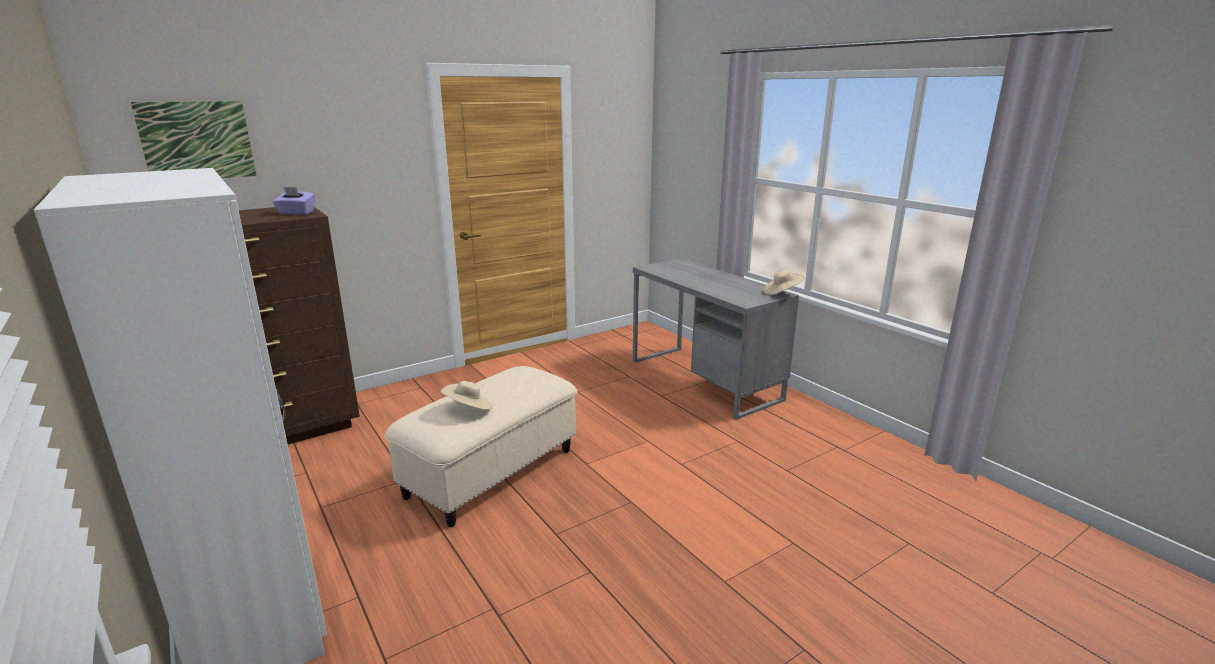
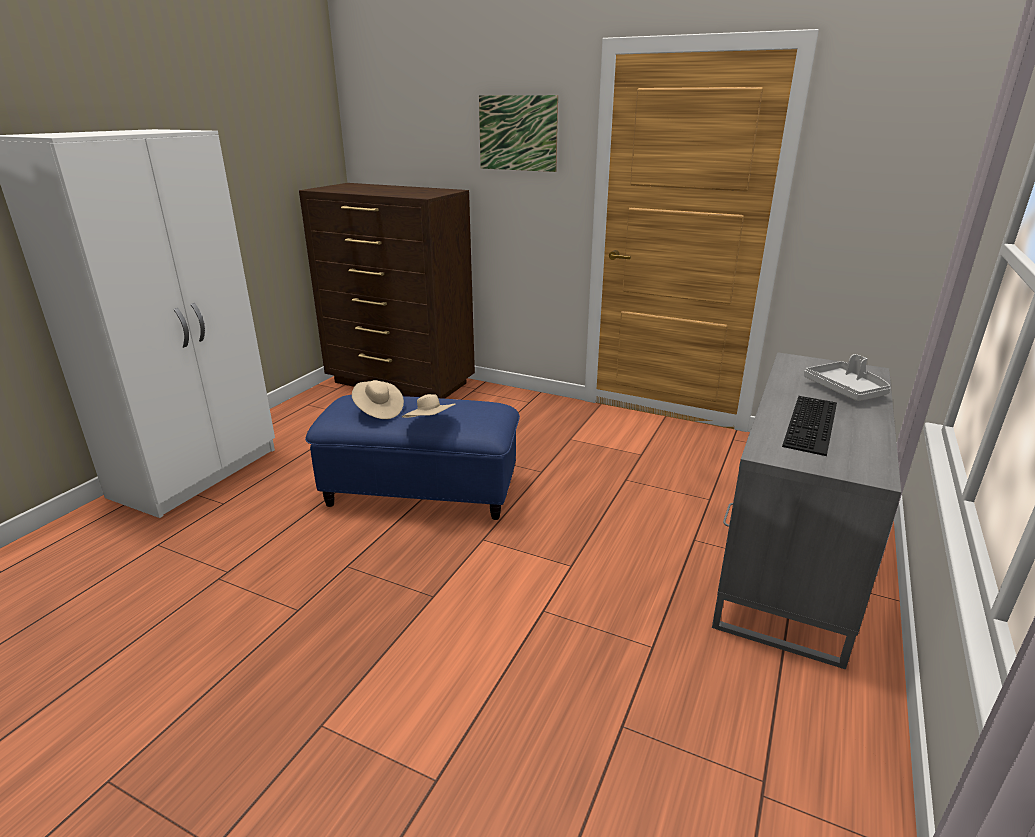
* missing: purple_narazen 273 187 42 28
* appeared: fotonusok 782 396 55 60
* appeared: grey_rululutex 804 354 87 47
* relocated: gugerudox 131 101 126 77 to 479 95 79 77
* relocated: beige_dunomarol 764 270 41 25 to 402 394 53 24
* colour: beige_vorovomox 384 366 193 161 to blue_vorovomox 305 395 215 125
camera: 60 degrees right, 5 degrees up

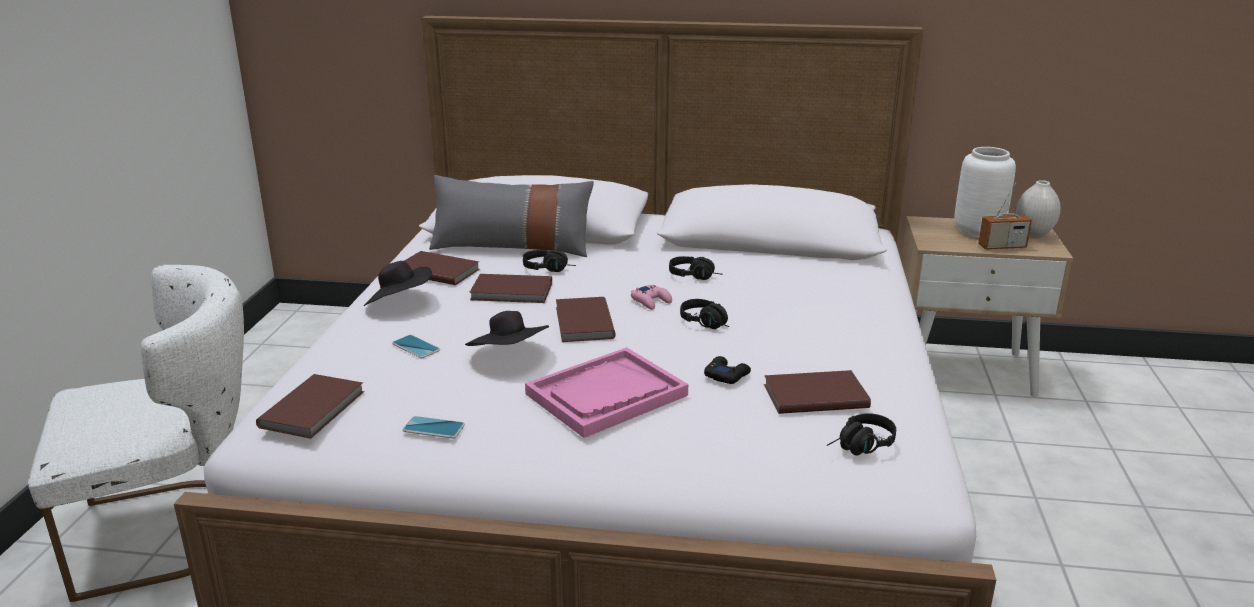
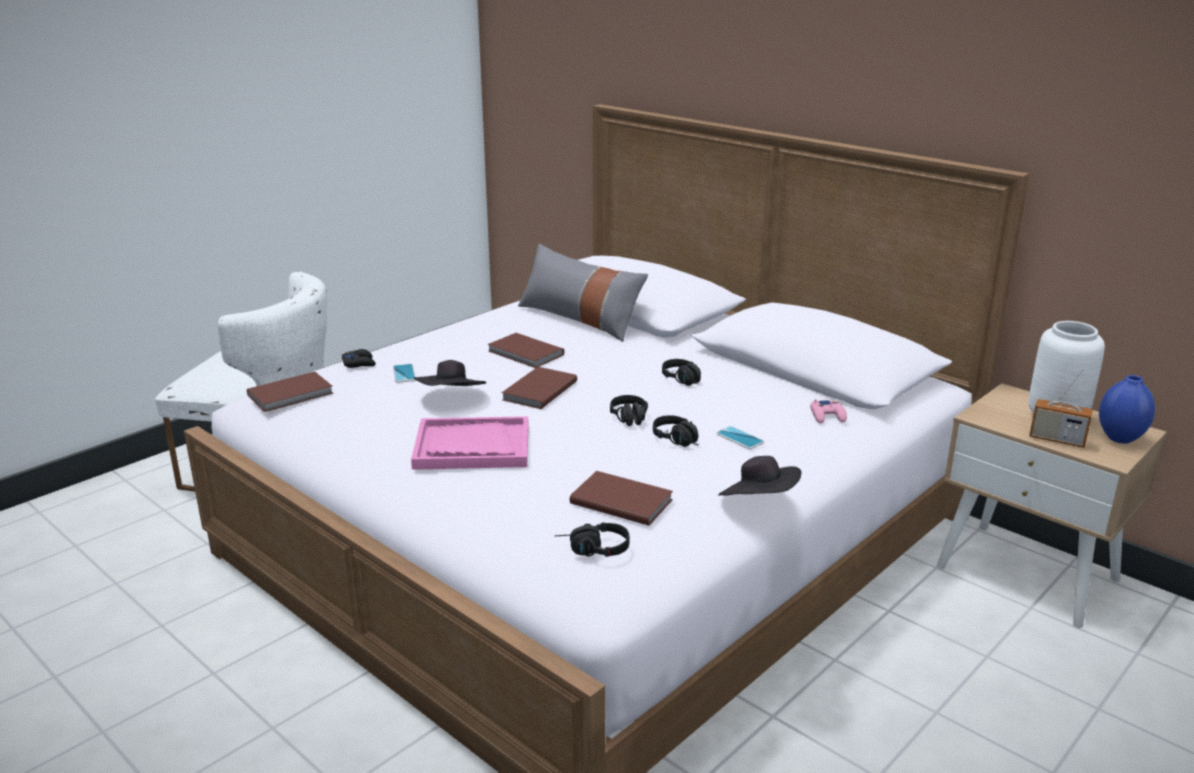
* missing: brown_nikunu 404 251 76 34
* relocated: black_dunomarol 364 261 68 45 to 718 456 84 39
* relocated: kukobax 402 416 63 23 to 716 426 48 23
* relocated: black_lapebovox 523 250 53 22 to 653 415 45 32
* relocated: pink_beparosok 631 285 41 25 to 810 399 37 24
* relocated: black_beparosok 704 356 47 28 to 342 349 34 19
* colour: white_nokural 1016 180 45 58 to blue_nokural 1099 375 56 69
camera: 35 degrees right, 0 degrees up

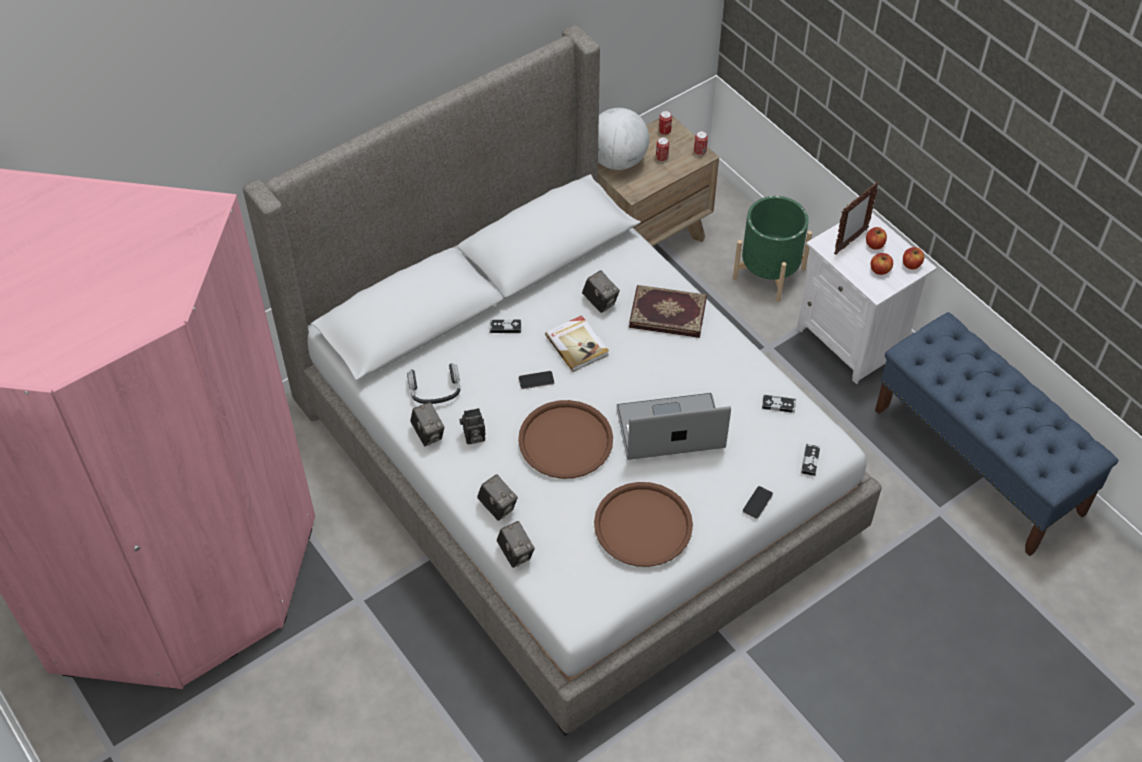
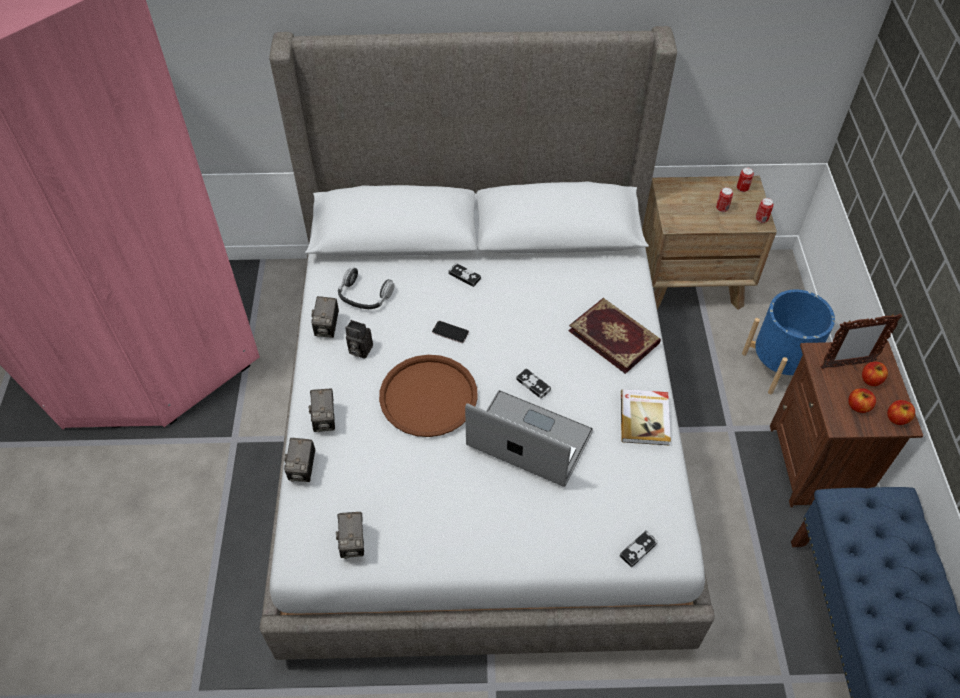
* missing: brown_rululutex 594 482 99 85
* missing: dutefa 598 108 51 62
* missing: kukobax 742 486 31 33
* relocated: nikunu 545 315 64 57 to 621 389 50 56
* relocated: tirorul 582 270 38 43 to 336 512 28 47
* relocated: beparosok 762 395 34 18 to 516 368 35 31
* colour: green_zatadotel 733 196 79 106 to blue_zatadotel 742 289 93 105
* colour: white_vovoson 797 213 140 171 to brown_vovoson 770 341 153 166
camera: 35 degrees right, 0 degrees up

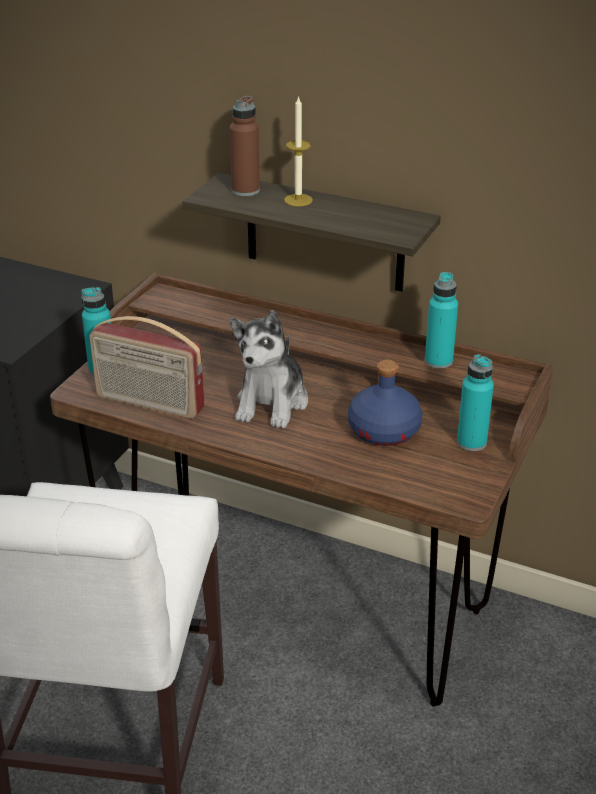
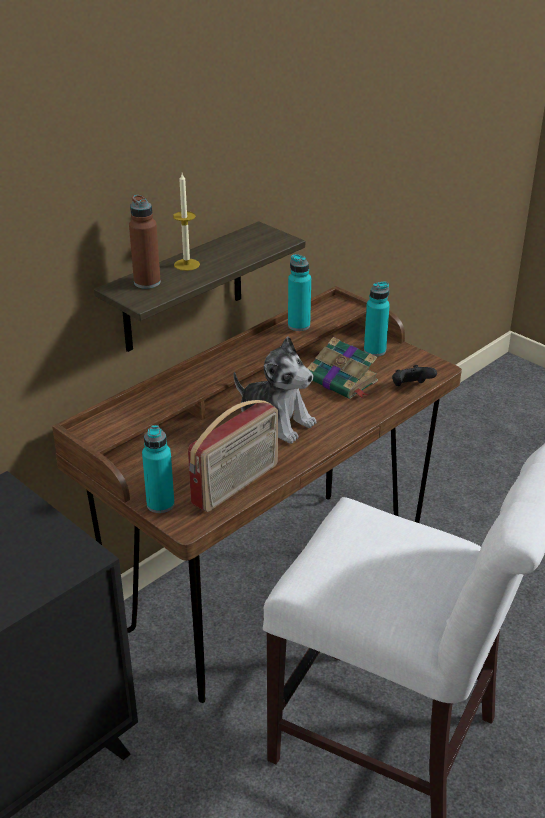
* appeared: black_beparosok 392 365 45 21
* exchanged: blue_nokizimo 348 360 74 86 to nikunu 307 337 71 62
camera: 70 degrees left, 0 degrees up

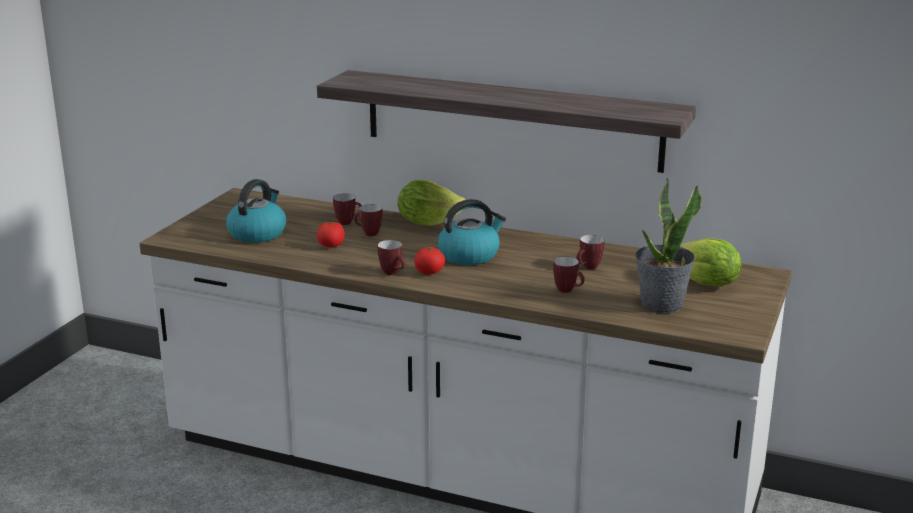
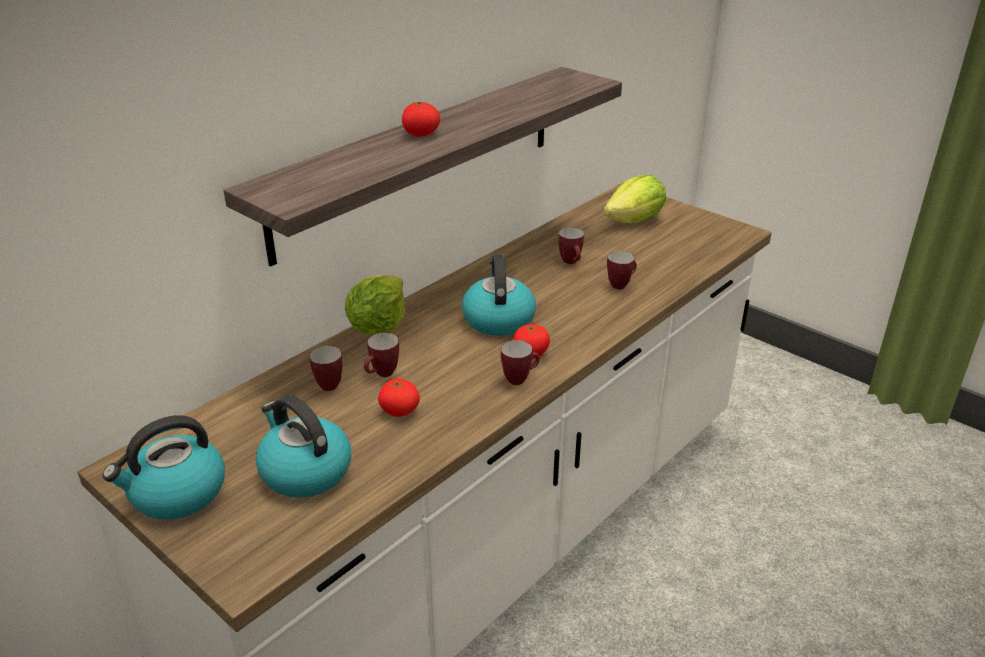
* missing: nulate 635 177 67 136
* appeared: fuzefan 103 415 122 105
* appeared: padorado 402 102 38 35
camera: 70 degrees left, 10 degrees up

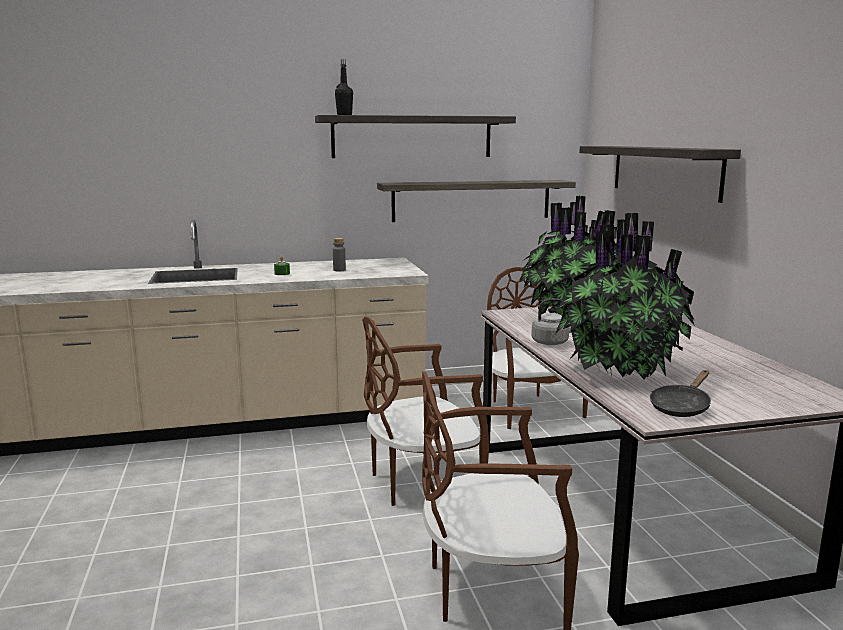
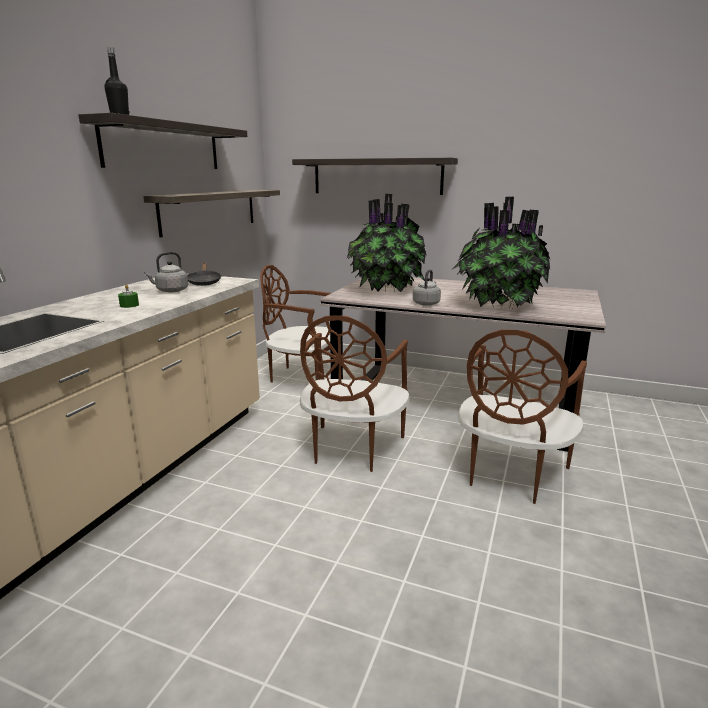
* relocated: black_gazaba 650 370 61 47 to 187 263 35 23
* exchanged: grey_nokizimo 333 238 13 33 to grey_fuzefan 144 252 44 41
camera: 55 degrees left, 5 degrees up

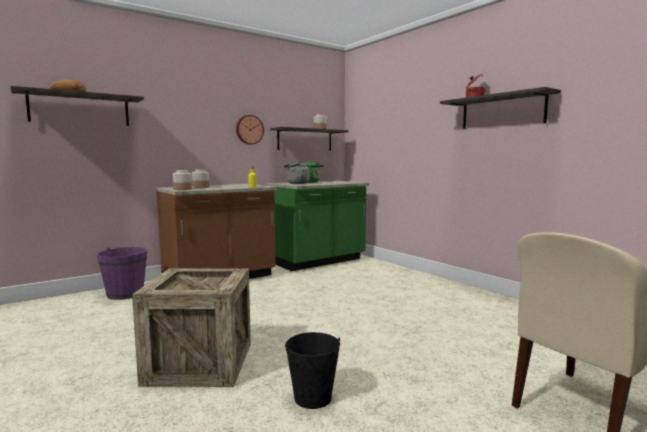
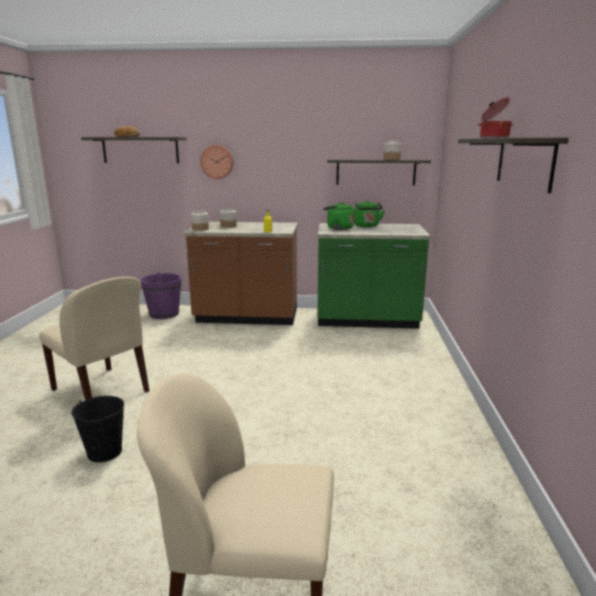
* relocated: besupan 236 115 28 30 to 201 145 32 34
* exchanged: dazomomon 132 268 119 119 to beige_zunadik 39 277 111 123
* colour: grey_fuzefan 284 161 26 23 to green_fuzefan 323 202 31 28
camera: 40 degrees right, 10 degrees up

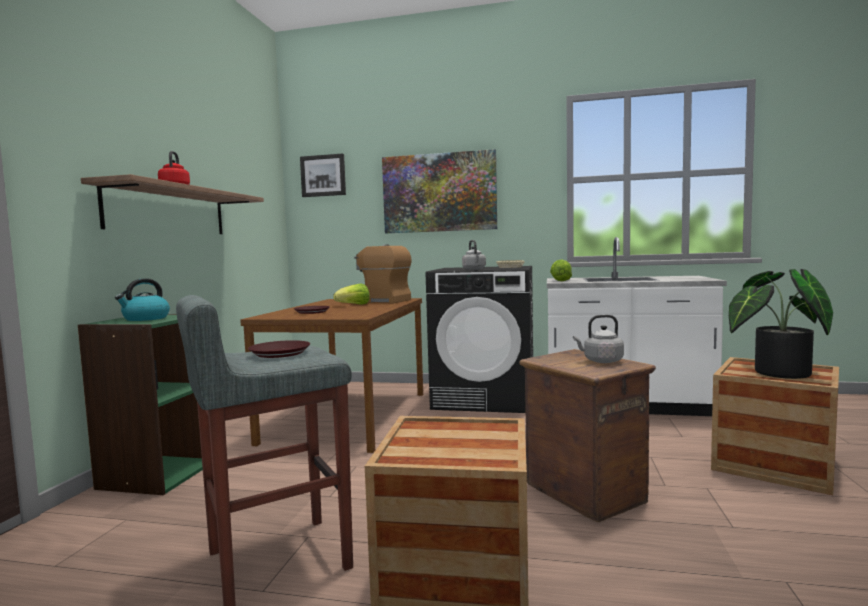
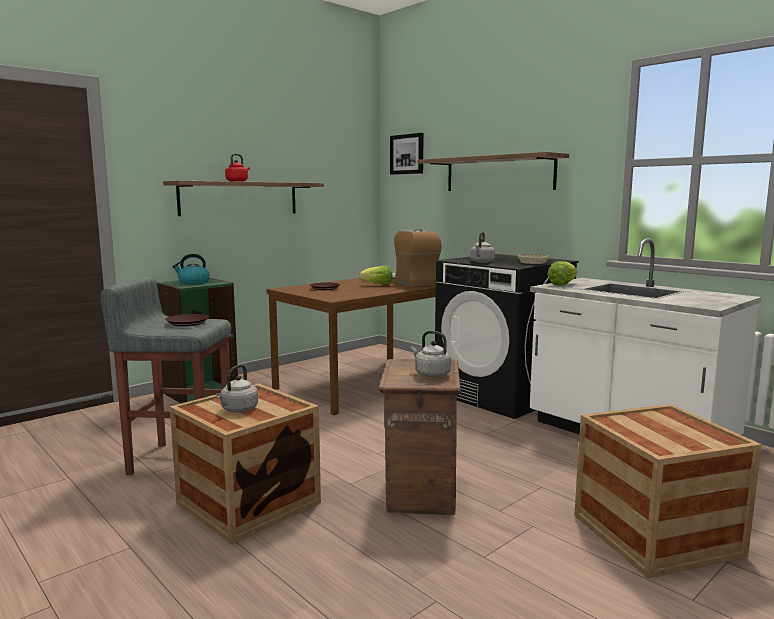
* missing: nulate 729 269 104 110
* appeared: grey_fuzefan 216 364 42 48
* exchanged: gugerudox 382 149 115 84 to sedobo 417 152 152 39
camera: 35 degrees right, 5 degrees up

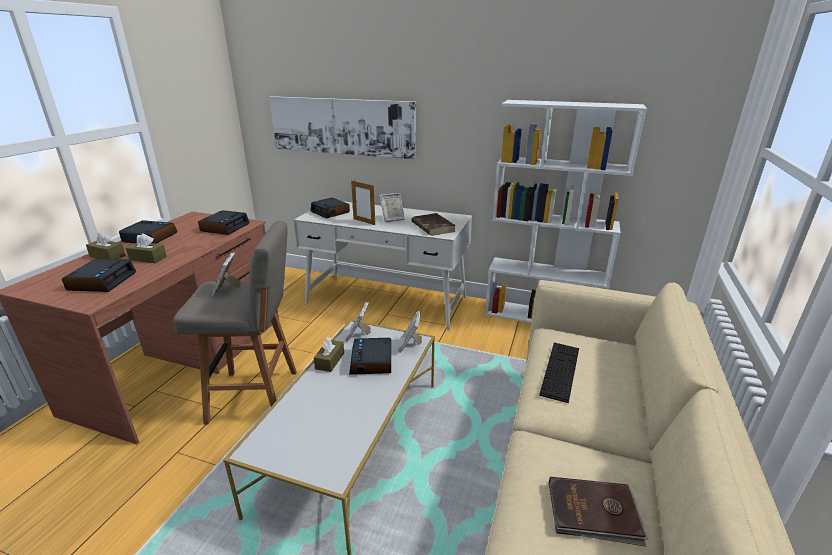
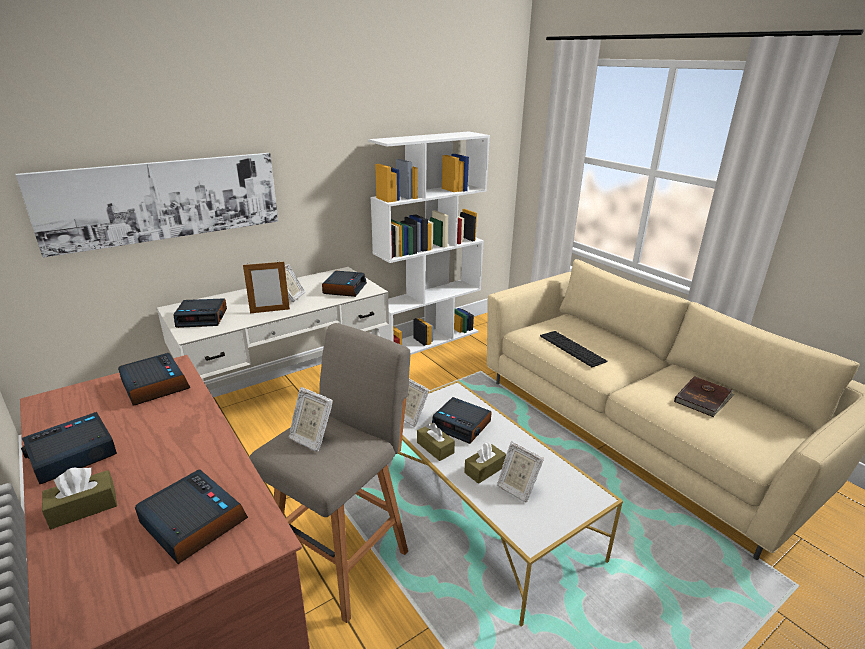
* relocated: brown_narazen 126 233 41 30 to 464 442 42 42
* relocated: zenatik 398 311 24 42 to 497 441 47 62
* exchanged: brown_nikunu 411 213 45 23 to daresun 322 271 45 26
camera: 55 degrees left, 0 degrees up

